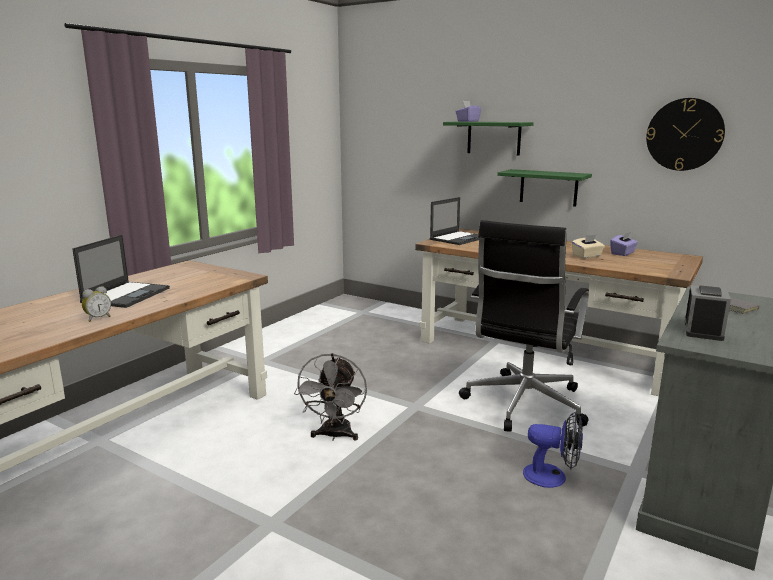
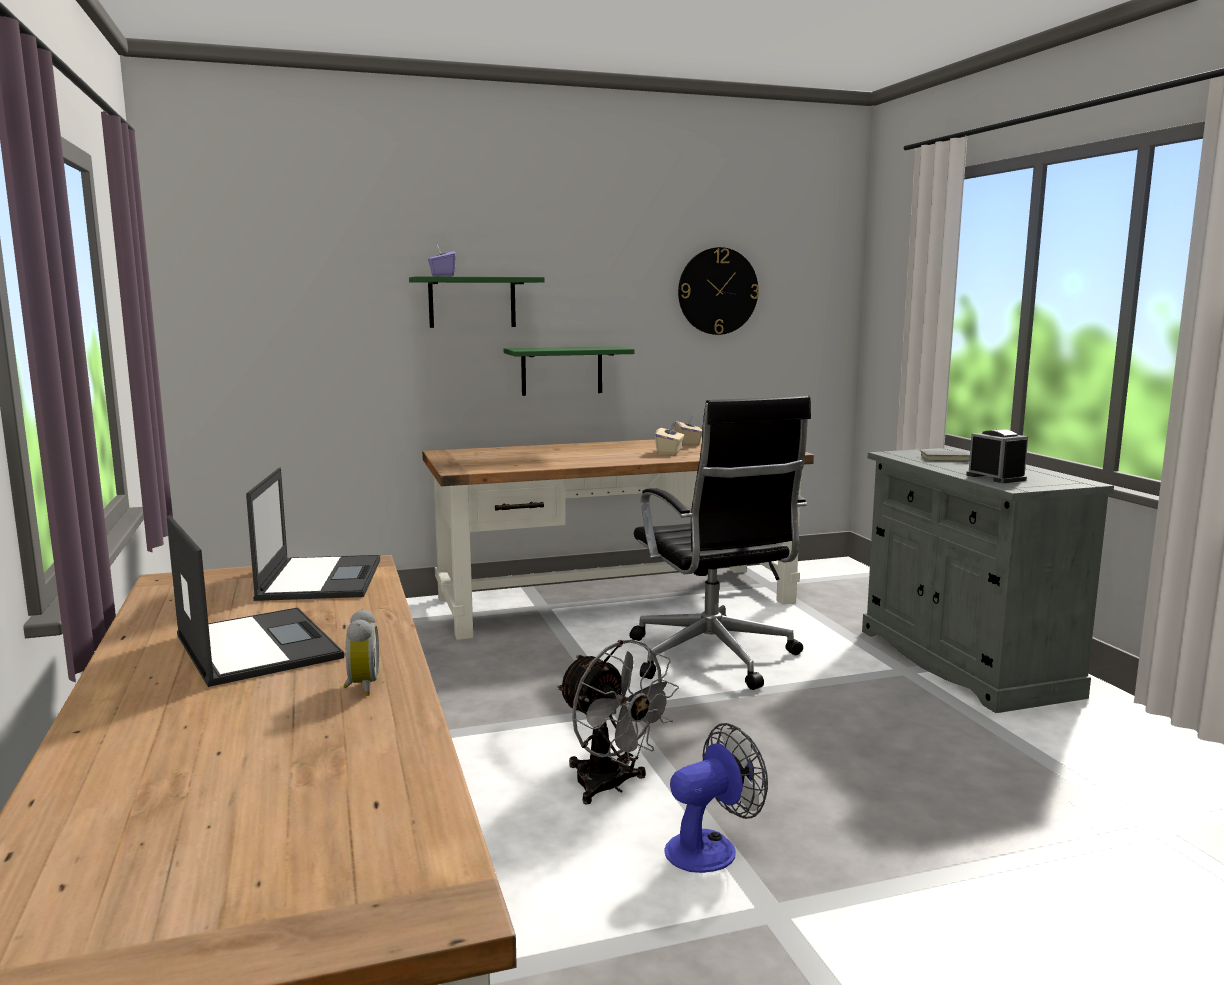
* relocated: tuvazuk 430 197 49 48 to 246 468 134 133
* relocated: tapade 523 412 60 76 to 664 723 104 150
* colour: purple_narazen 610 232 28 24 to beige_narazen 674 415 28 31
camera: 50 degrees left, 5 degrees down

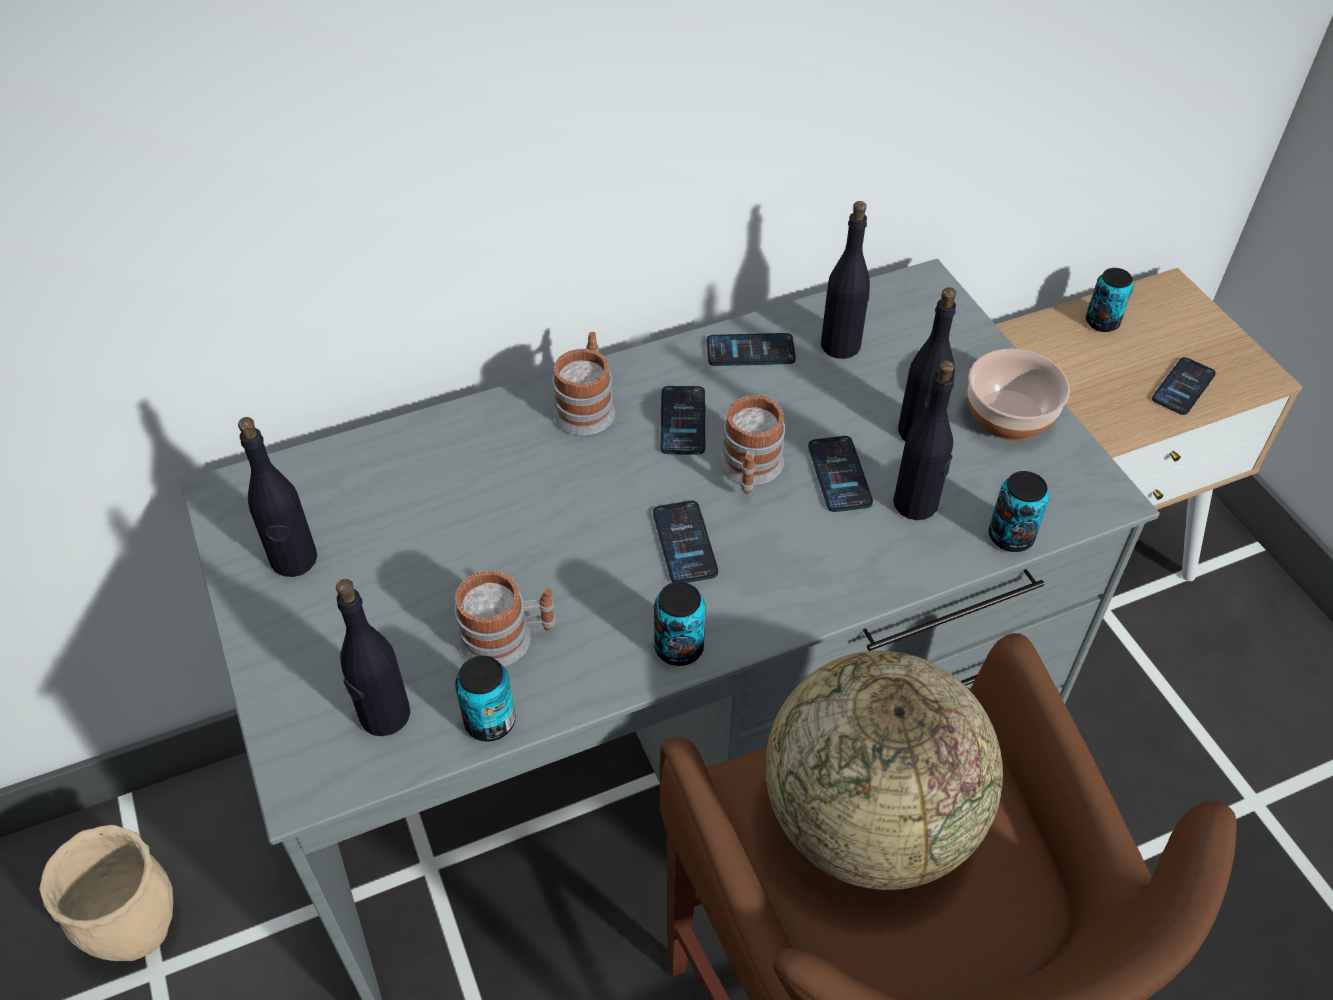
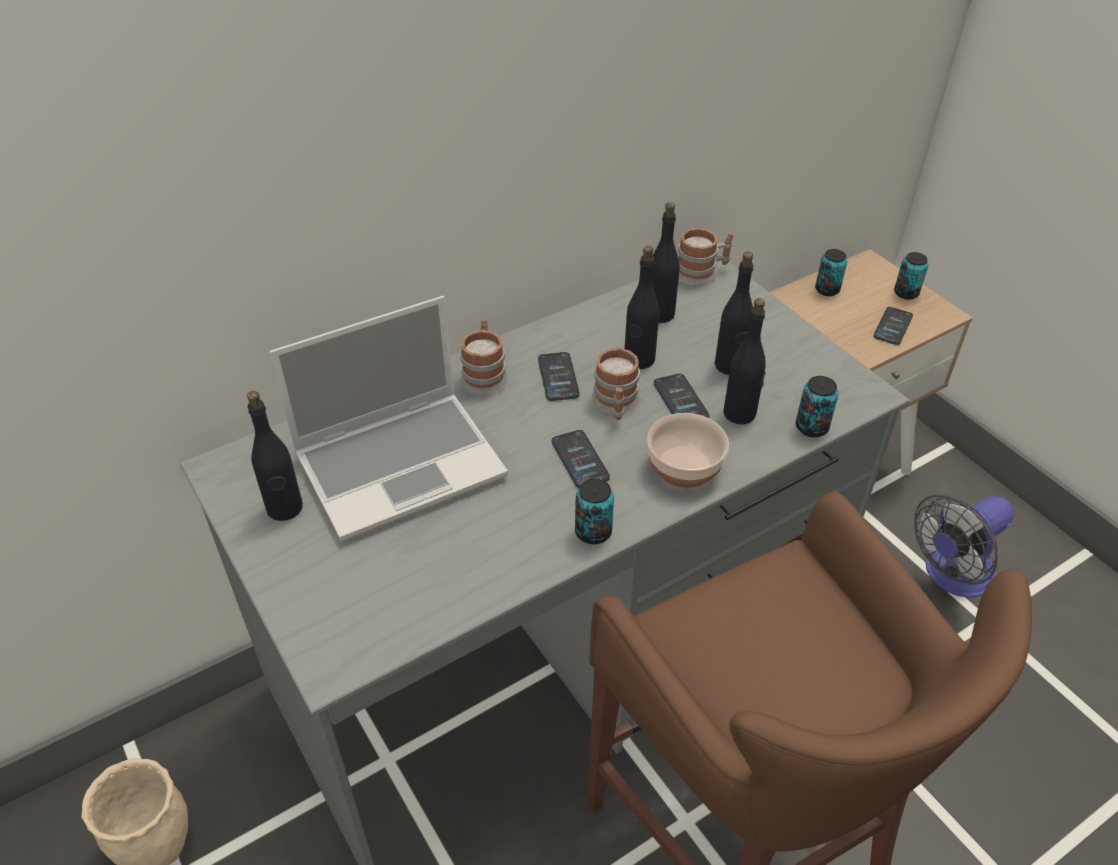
* missing: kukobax 707 333 89 33
* missing: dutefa 765 651 238 239
* appeared: tuvazuk 270 296 238 246
* appeared: tapade 914 495 100 103
* relocated: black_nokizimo 336 579 74 157 to 625 246 34 123
* relocated: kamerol 455 571 101 96 to 678 228 56 58
* relocated: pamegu 455 656 61 86 to 894 252 34 48
* relocated: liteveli 968 349 102 92 to 647 413 82 75
camera: 10 degrees left, 5 degrees down

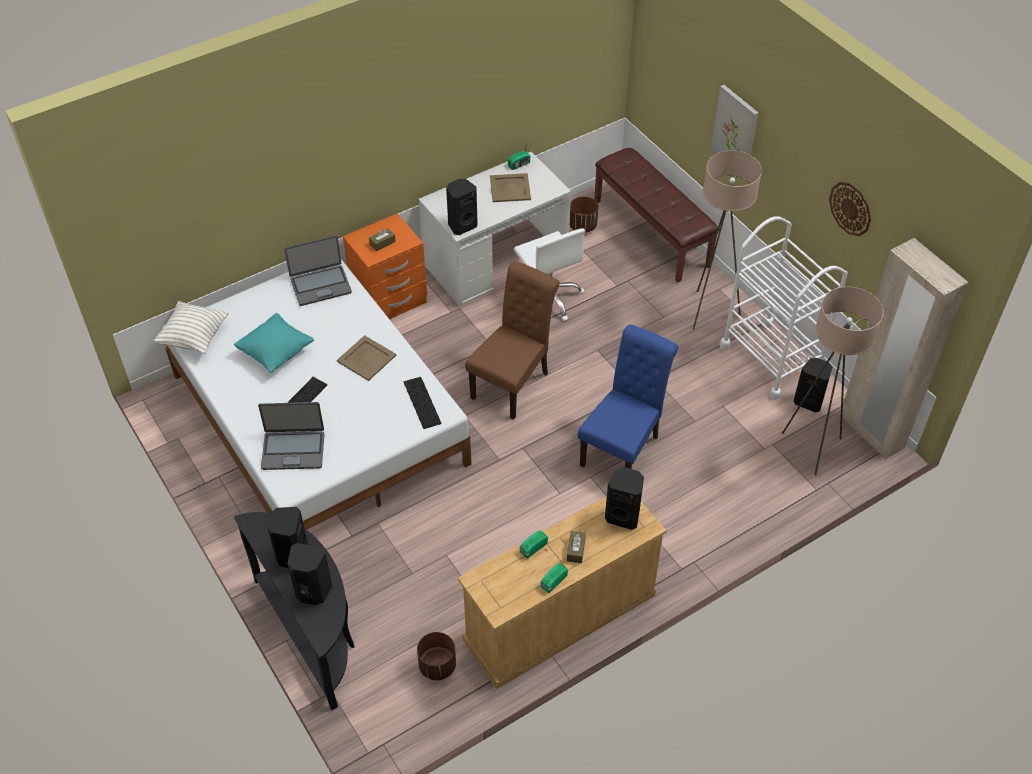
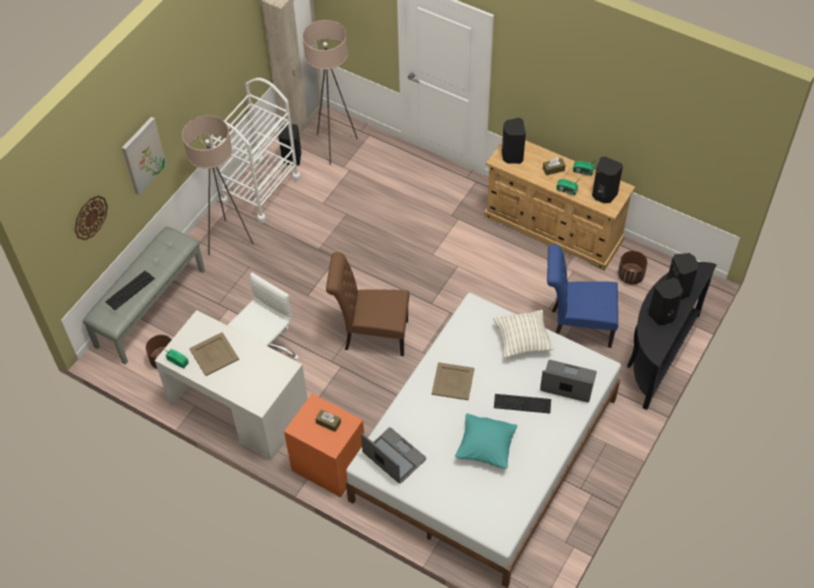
* relocated: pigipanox 153 301 76 53 to 493 310 61 48
* relocated: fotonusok 404 377 38 52 to 105 270 50 40
* relocated: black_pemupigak 446 179 32 56 to 592 156 31 47
* relocated: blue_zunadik 578 325 100 144 to 547 244 71 104
* relocated: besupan 829 182 42 54 to 75 195 33 45
* colour: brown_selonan 594 148 124 135 to grey_selonan 83 227 122 138
* spun: tuvazuk 258 402 67 68 = 540 360 57 42 45 degrees counterclockwise
camera: 115 degrees left, 5 degrees up

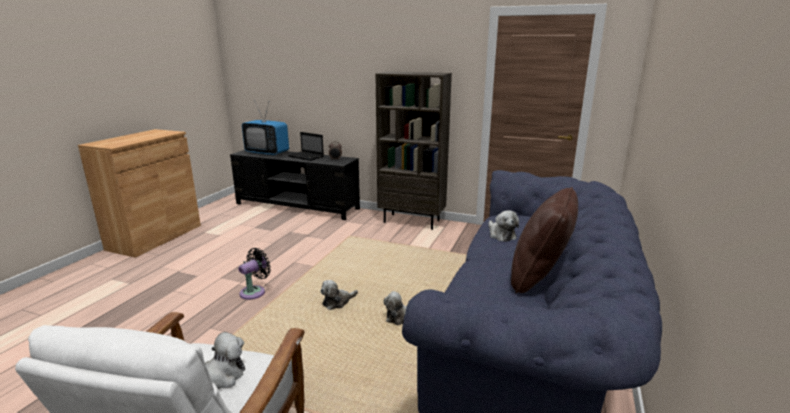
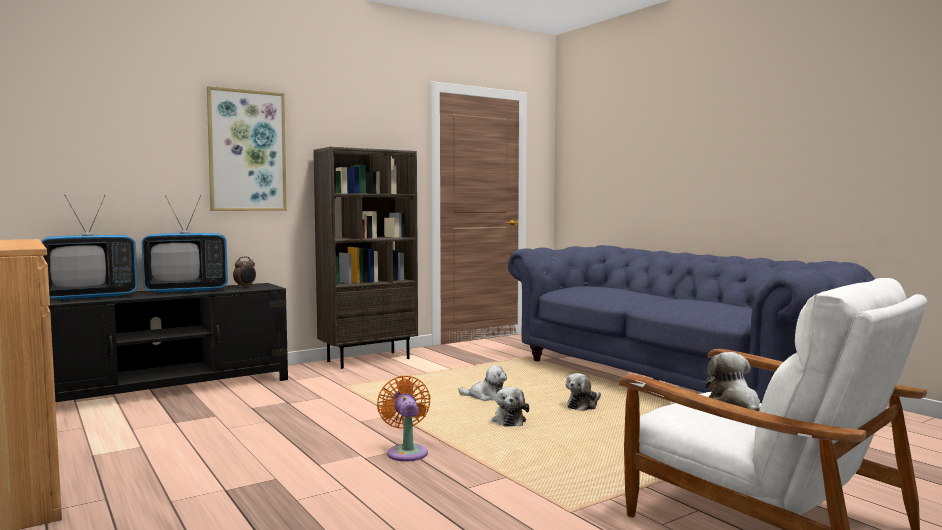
* missing: brown_pigipanox 511 187 67 106
* appeared: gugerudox 207 86 80 125
* relocated: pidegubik 489 210 30 32 to 458 365 49 36
* exchanged: tuvazuk 287 132 37 29 to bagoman 142 195 86 98
* colour: black_tapade 239 248 32 52 to orange_tapade 377 376 54 85
camera: 55 degrees left, 15 degrees down

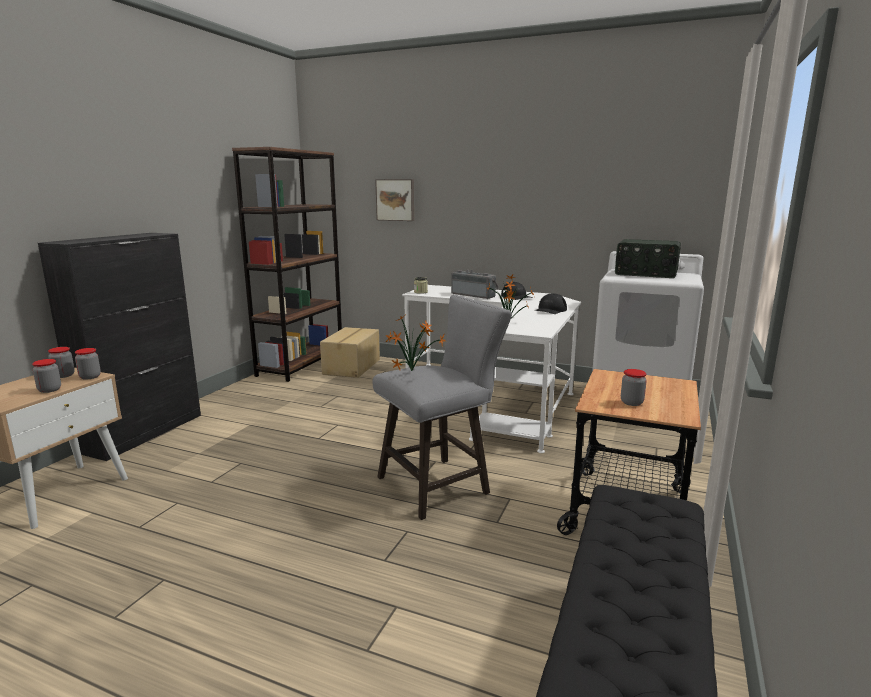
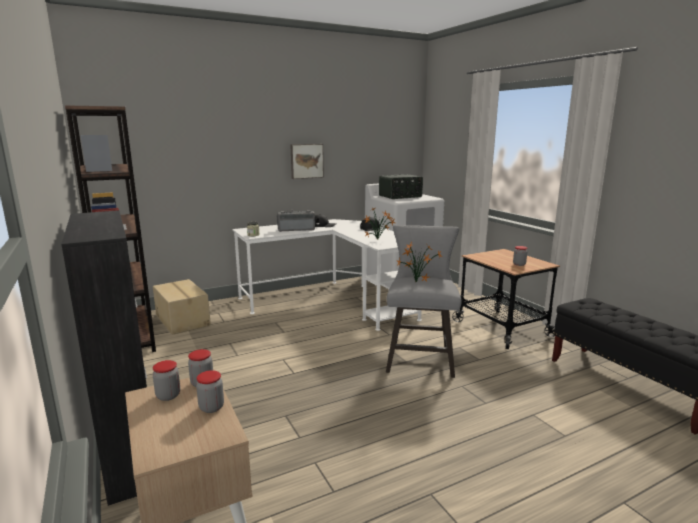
* relocated: gugerudox 375 179 39 42 to 290 144 34 35
camera: 50 degrees left, 0 degrees up

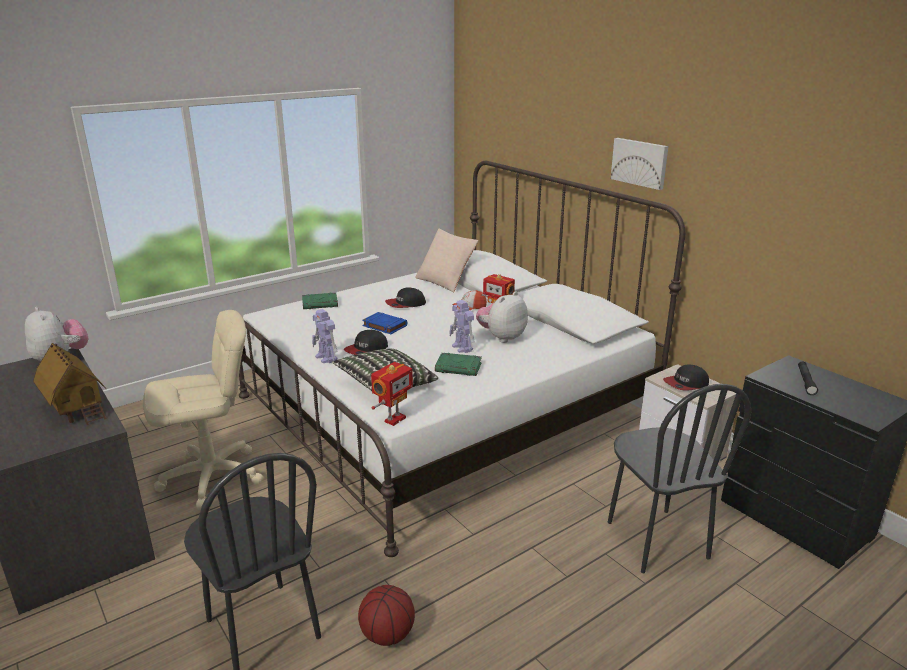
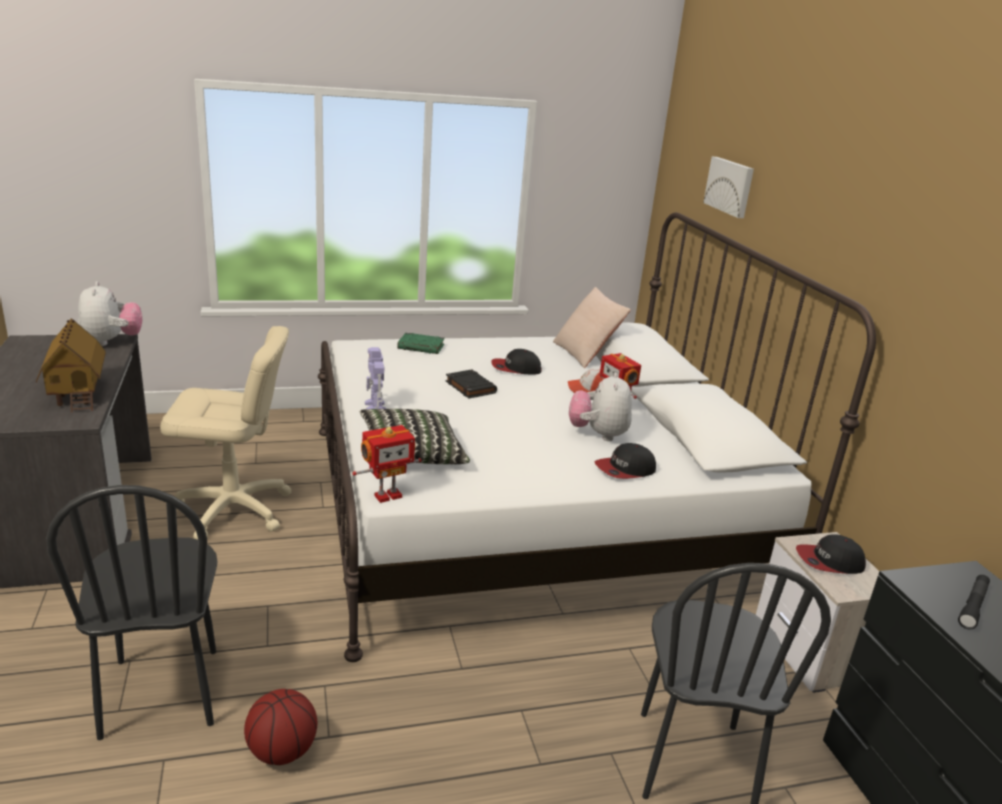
* missing: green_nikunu 435 353 47 23
* missing: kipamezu 449 300 25 53
* relocated: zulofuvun 344 330 44 25 to 595 443 61 36
* relocated: gugerudox 611 138 58 52 to 703 157 51 61
* colour: blue_nikunu 362 312 46 22 to black_nikunu 446 370 51 28
* spun: pidegubik 476 291 52 52 = 569 372 63 69 60 degrees counterclockwise
camera: 20 degrees right, 0 degrees up

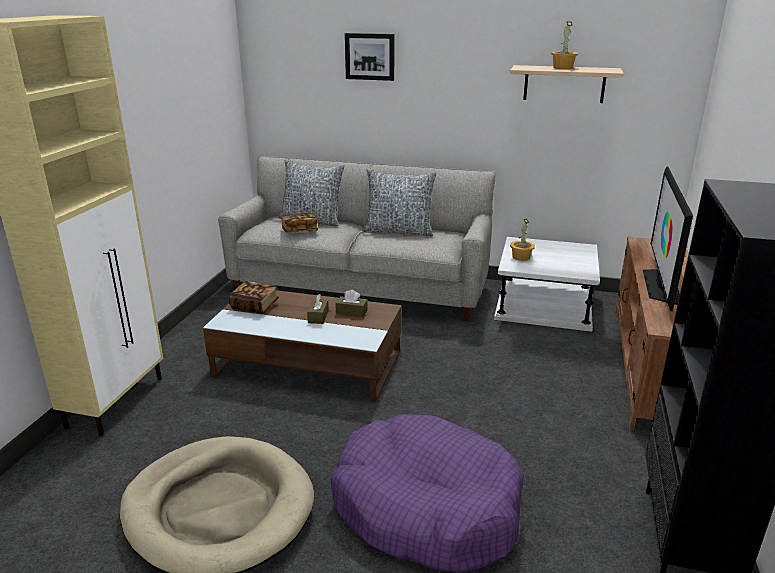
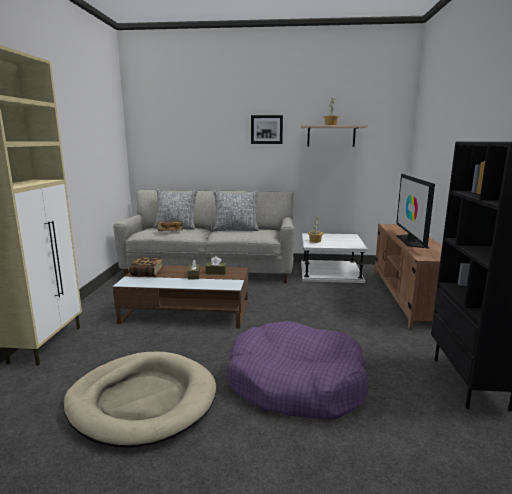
* relocated: gugerudox 345 33 50 48 to 251 115 32 29
camera: 10 degrees left, 10 degrees down

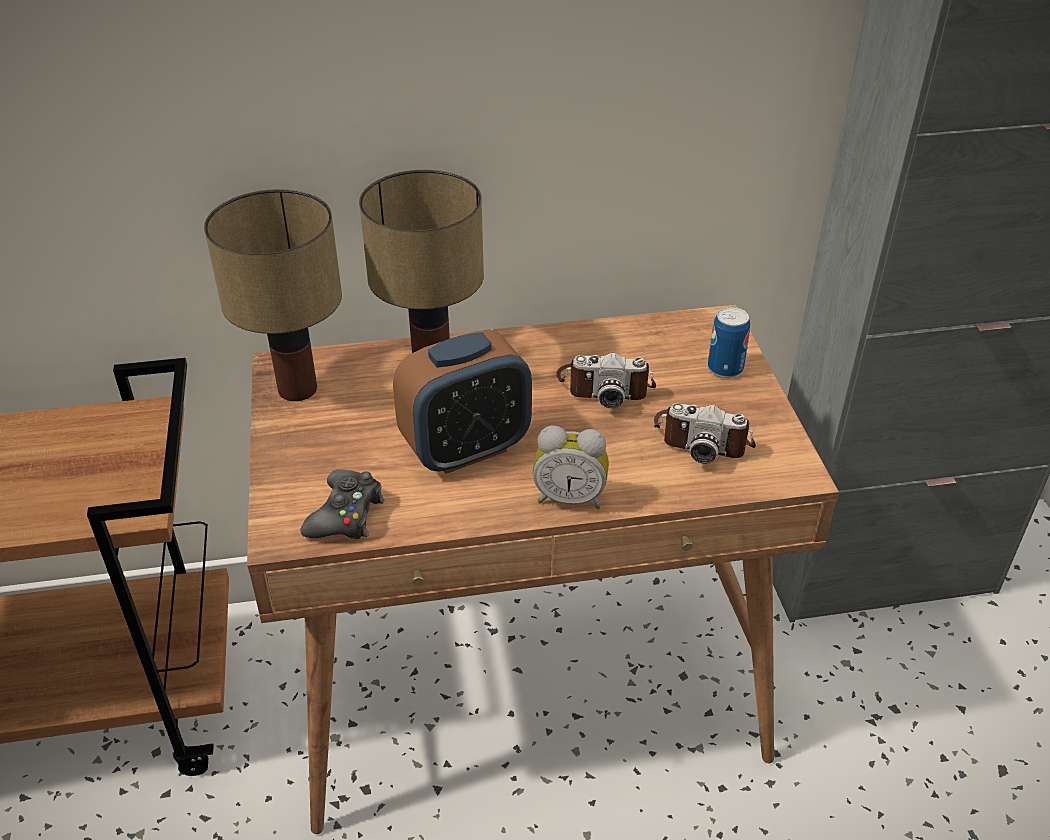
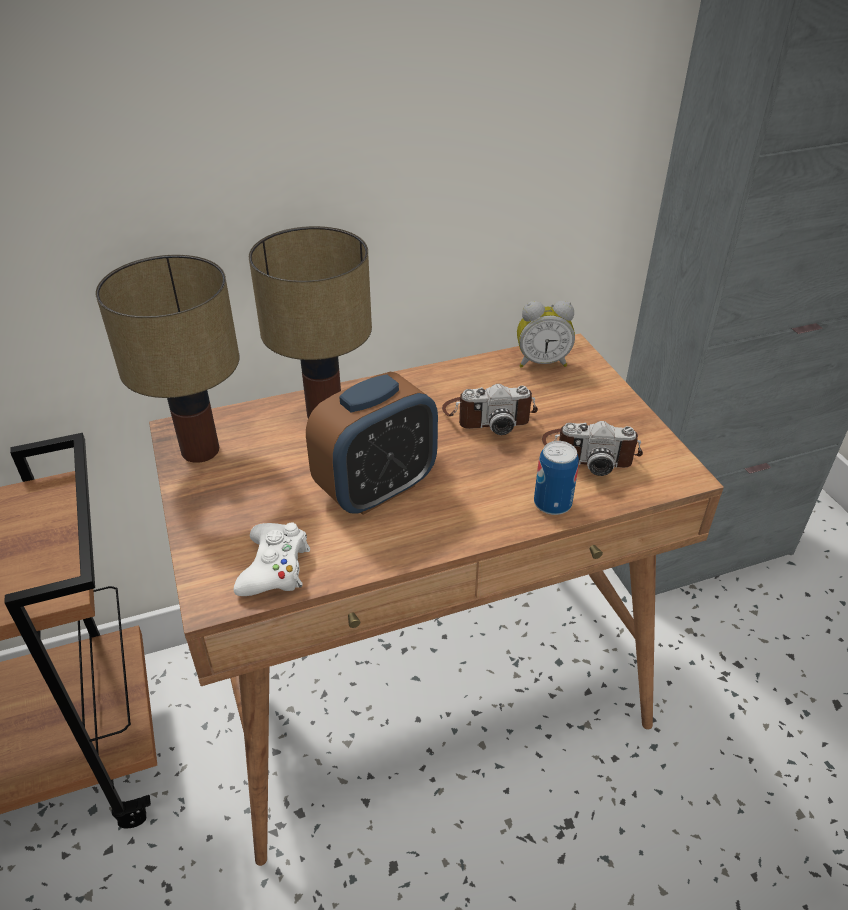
* relocated: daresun 533 426 76 83 to 517 301 58 67
* relocated: pamegu 708 307 42 71 to 534 441 45 74
* colour: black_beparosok 301 469 84 70 to white_beparosok 234 522 76 74
camera: 10 degrees left, 0 degrees up

